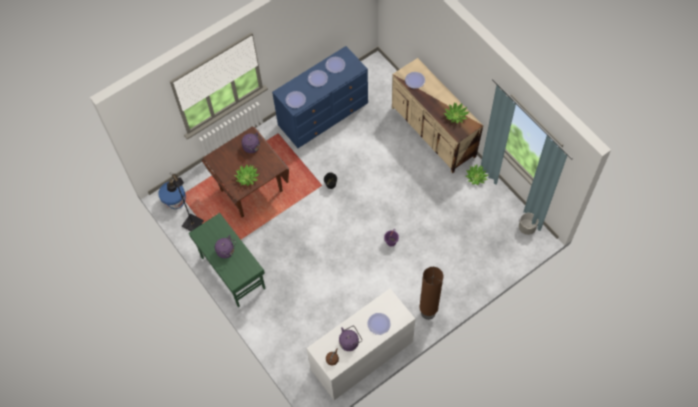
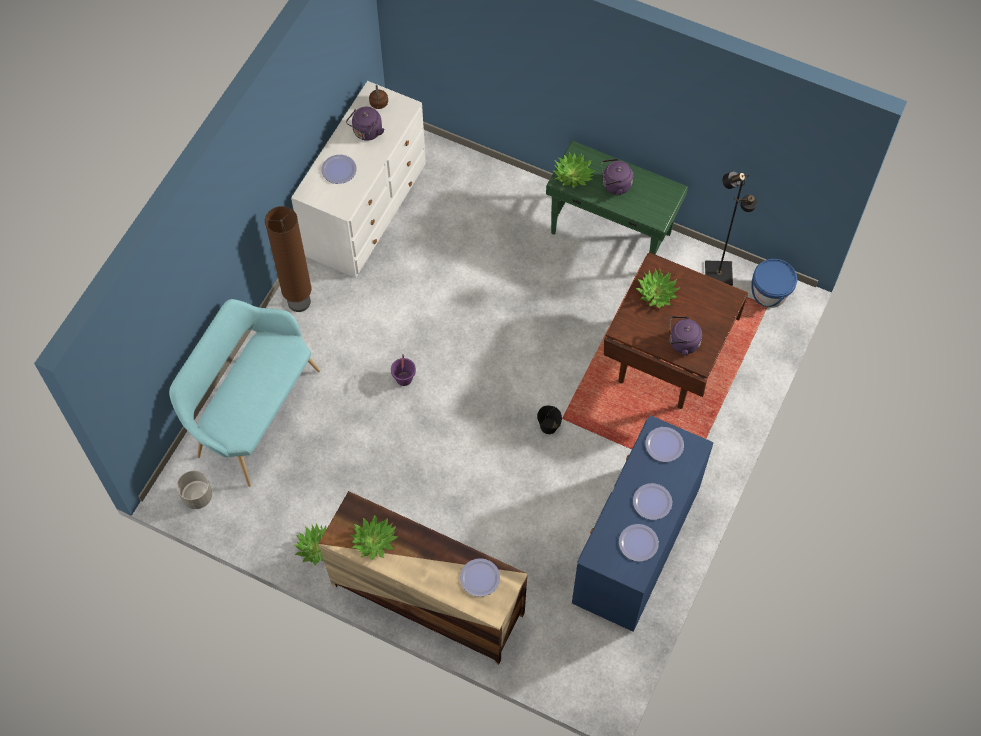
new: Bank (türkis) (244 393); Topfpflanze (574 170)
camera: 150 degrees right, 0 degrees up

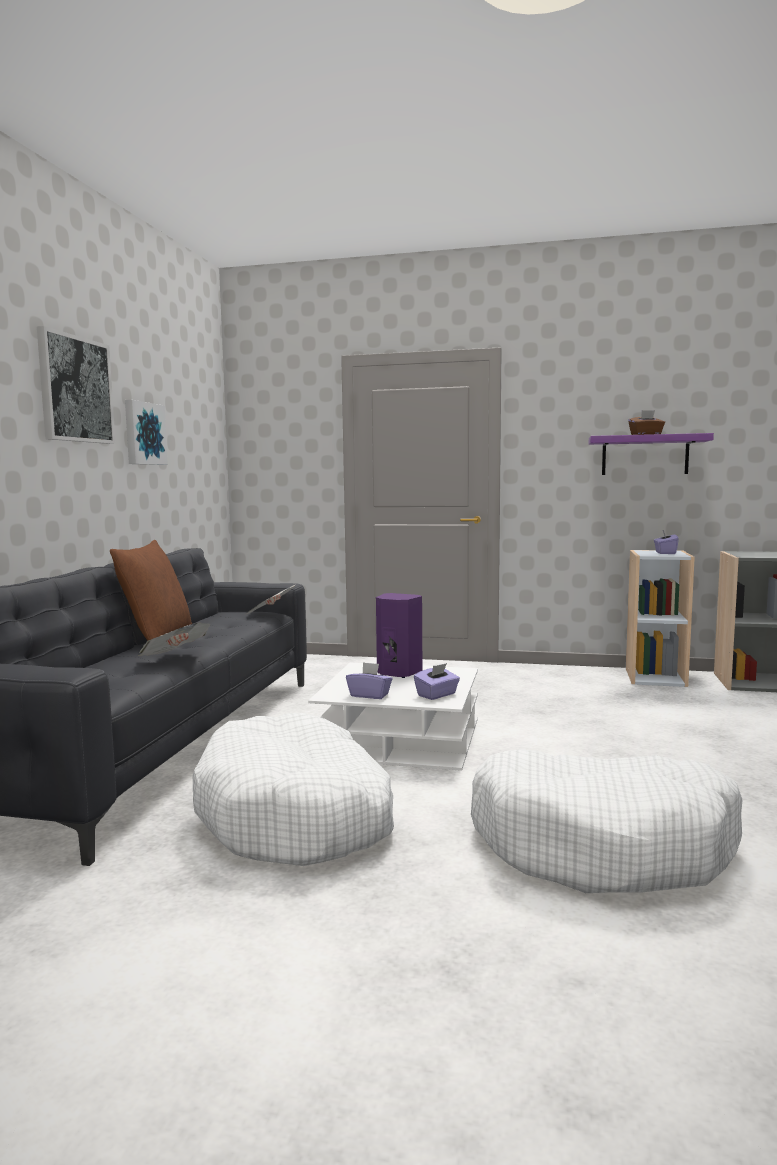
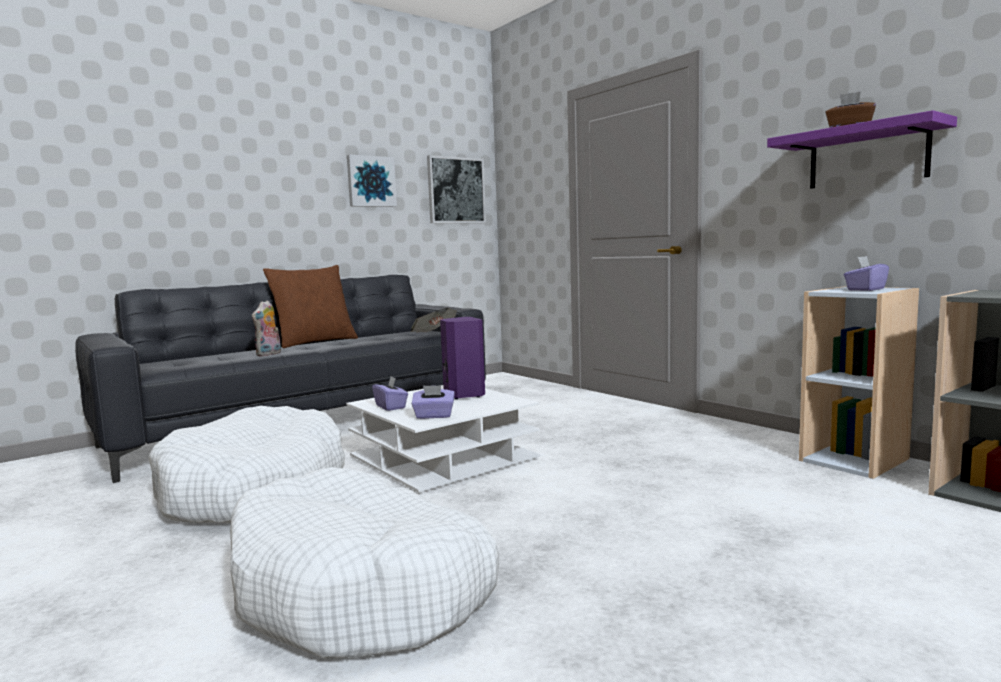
shifted: Bild (76 385) to (456 189)
swapped: Zeitung (174 639) to Plüschtier (266 328)
camera: 40 degrees right, 0 degrees up

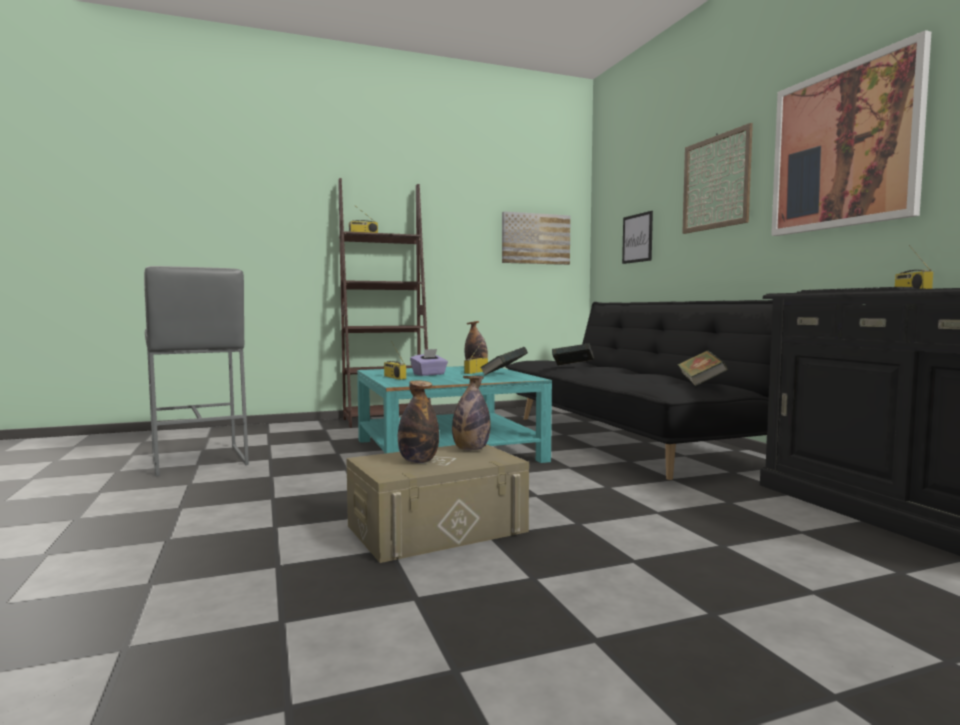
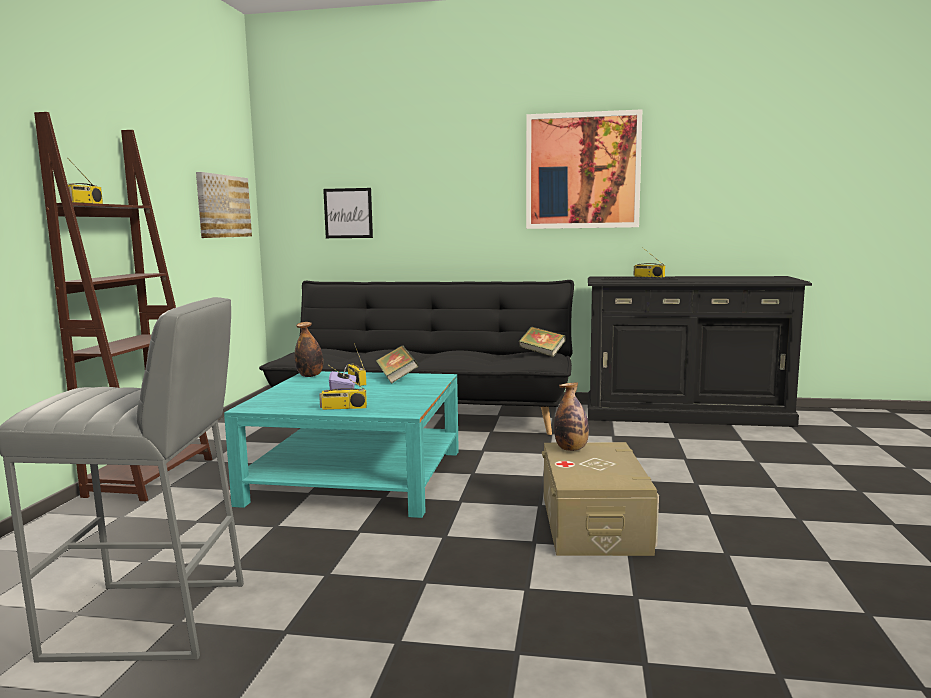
gone: Flasche (418 422); Buch (573 354); Bild (717 178)
camera: 60 degrees left, 5 degrees up

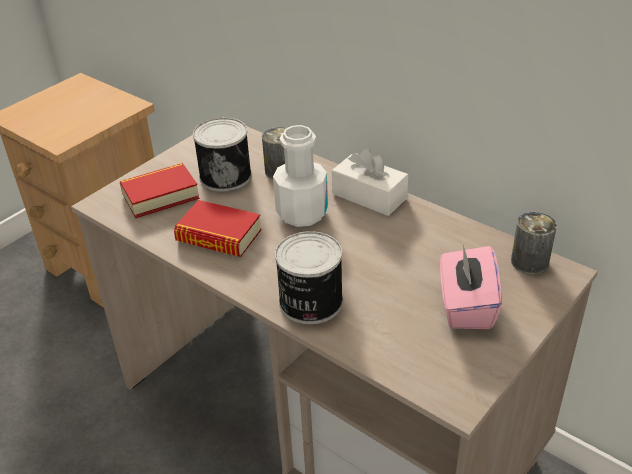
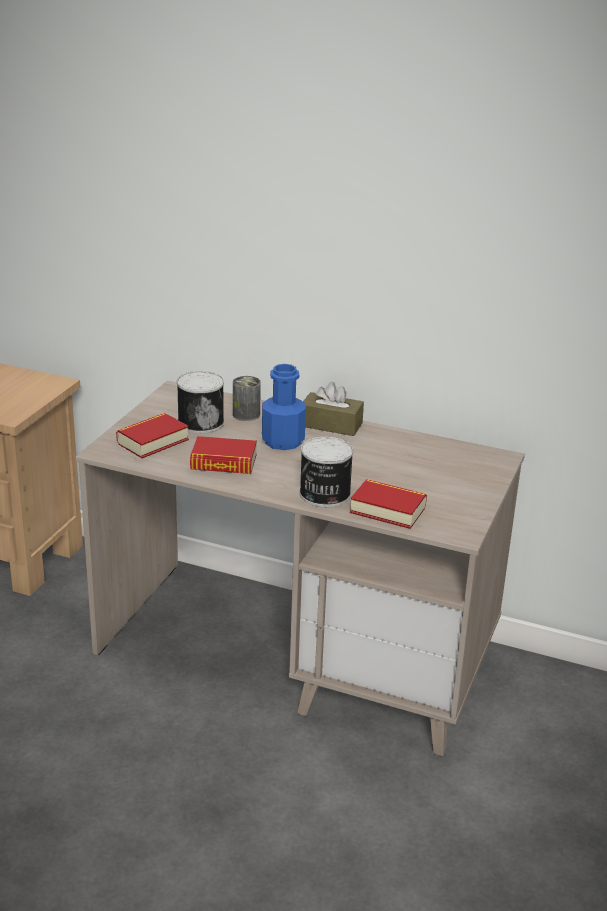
gone: Taschentuchbox (rosa) (471 287); Dose (534 243)
new: Buch (388 504)
repainted: Flasche (weiß) (300 176) to Flasche (blau) (284 407); Taschentuchbox (weiß) (370 182) to Taschentuchbox (braun) (333 409)
camera: 20 degrees left, 10 degrees down

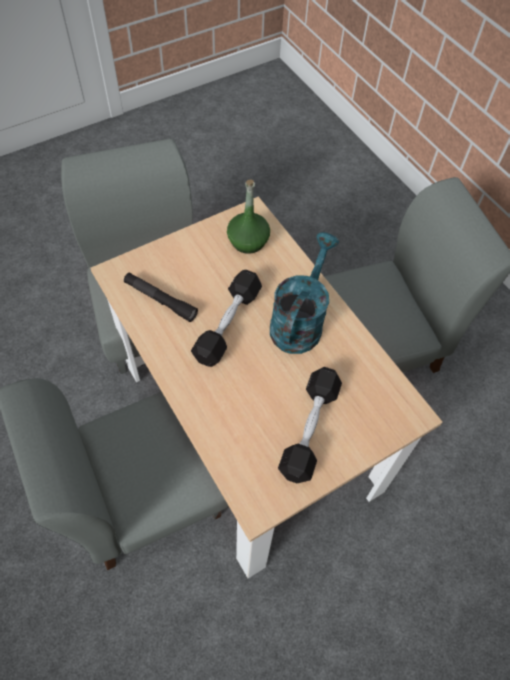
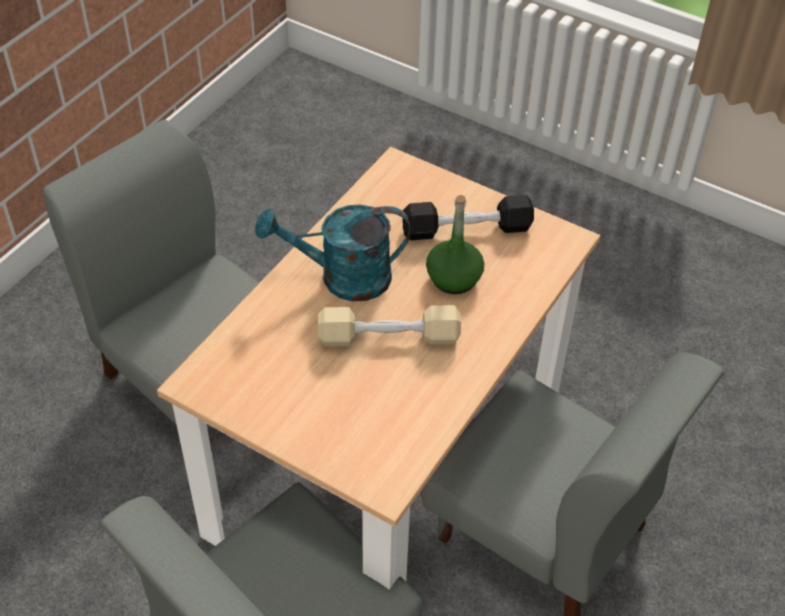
gone: Taschenlampe (schwarz) (161 297)
shifted: Flasche (grün) (248 217) to (455 244)
repainted: Hantel (schwarz) (226 318) to Hantel (beige) (389 325)
camera: 115 degrees left, 10 degrees down

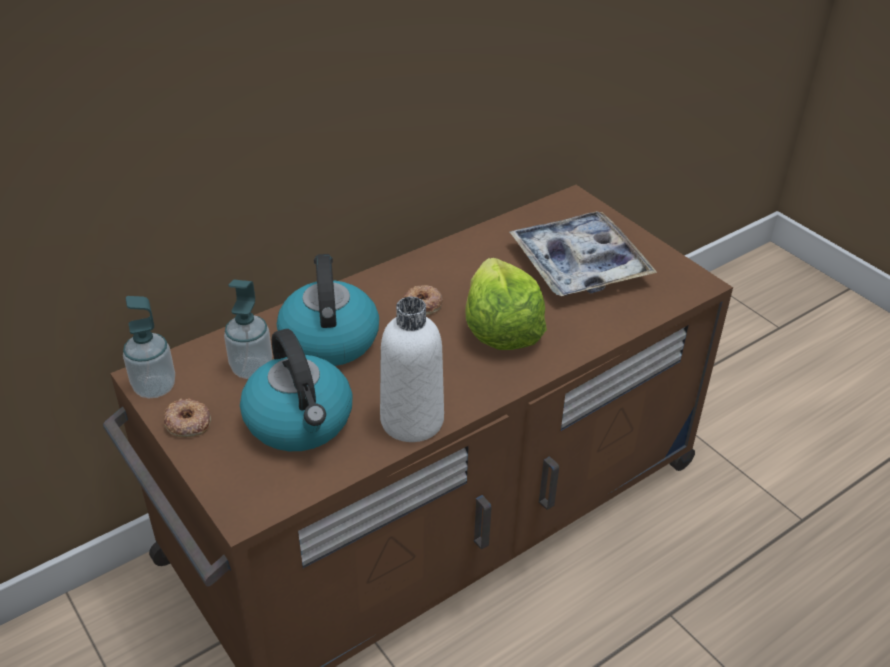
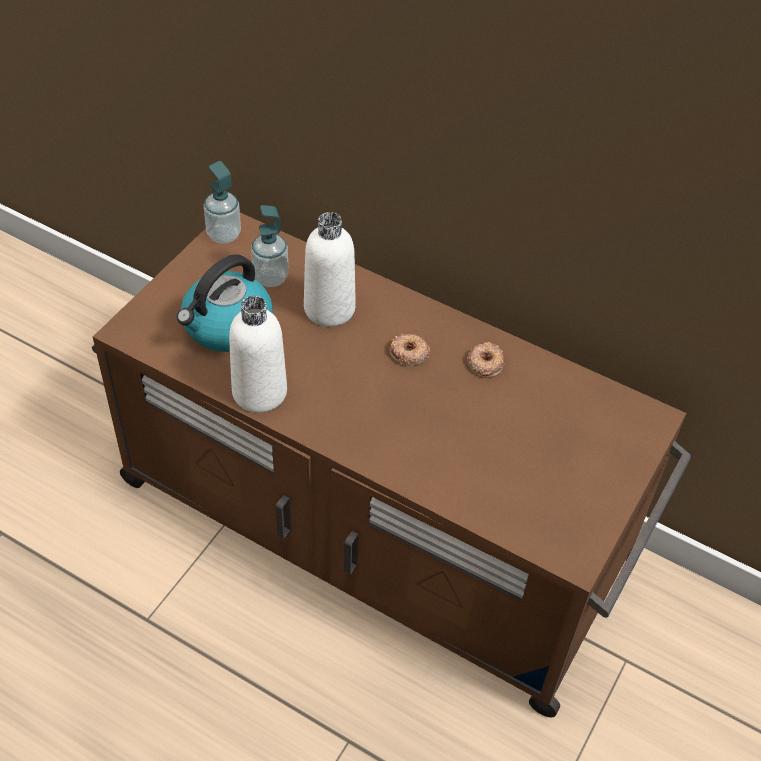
gone: Salatkopf (506 304); Tablett (583 253)
shifted: Donut (187 417) to (486 360)
swapped: Wasserkessel (328 310) to Flasche (weiß) (330 269)
camera: 65 degrees right, 10 degrees up

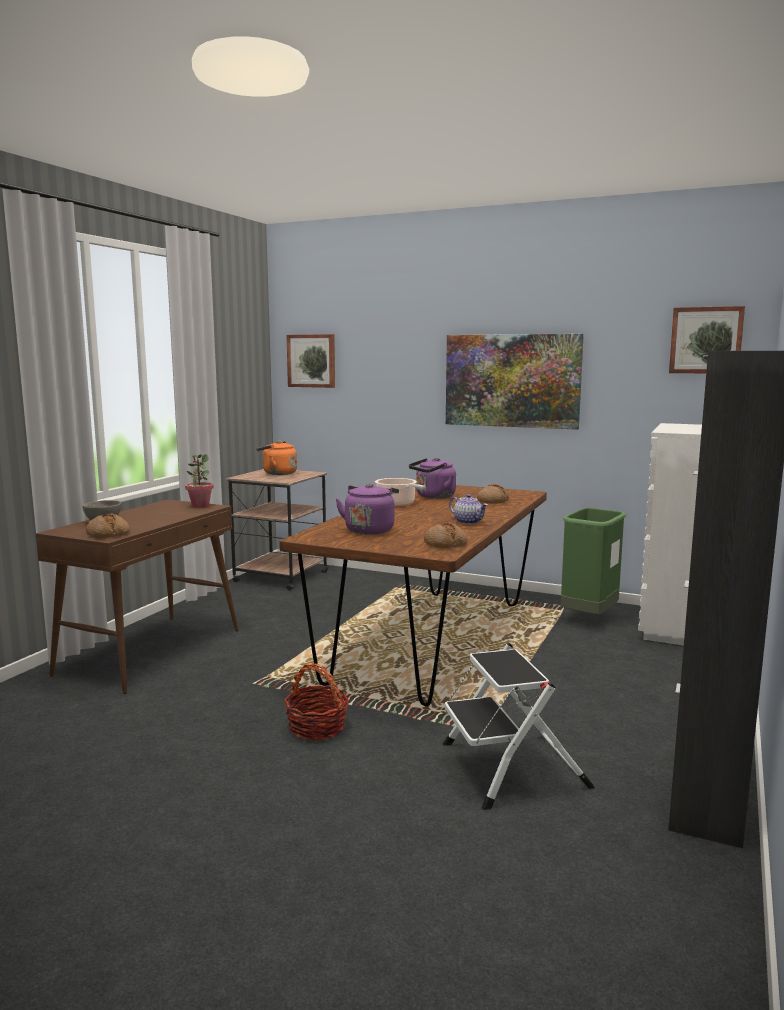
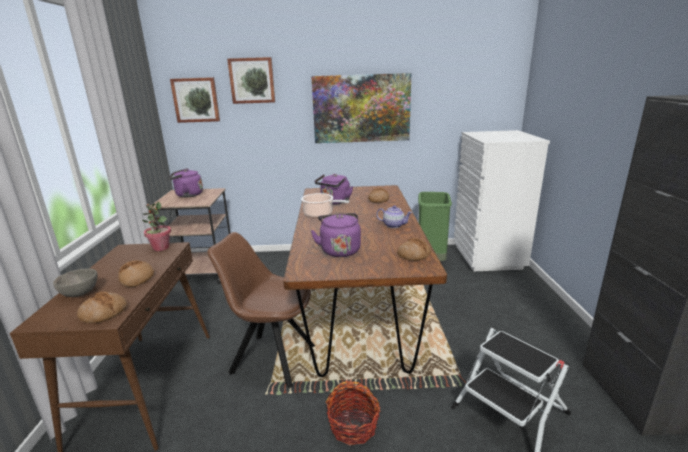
new: Brot (136 273); Stuhl (braun) (261 310)
shifted: Bild (707 339) to (251 80)
repainted: Wasserkessel (orange) (276 458) to Wasserkessel (lila) (185 182)
camera: 25 degrees left, 10 degrees up

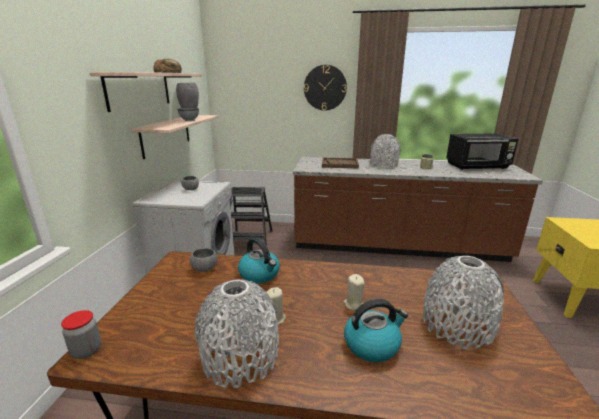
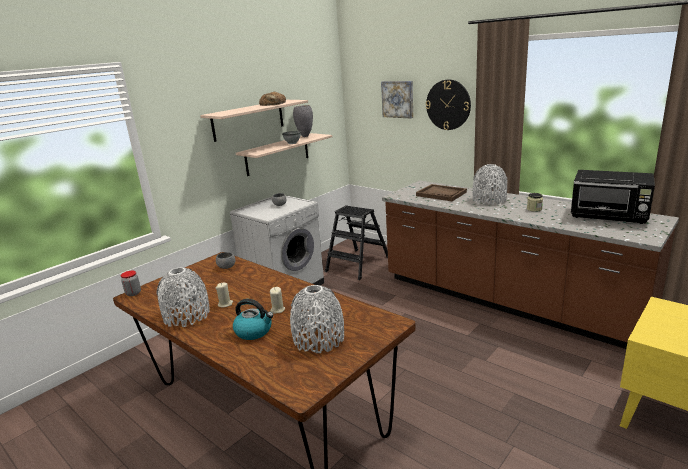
gone: Wasserkessel (259 261)
new: Bild (397 99)
camera: 35 degrees right, 0 degrees up

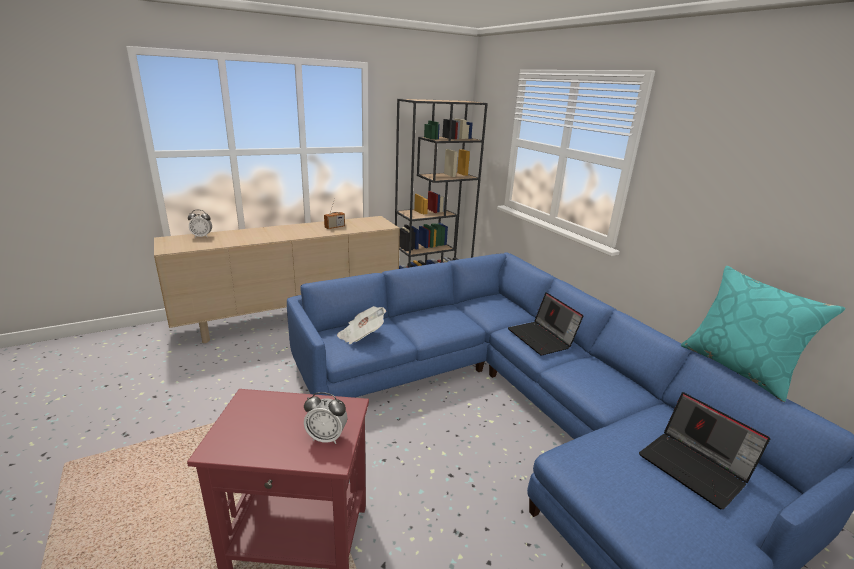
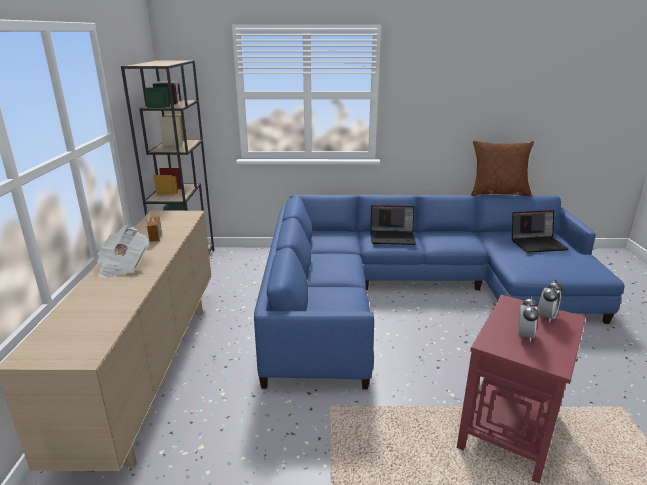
shifted: Wecker (200 224) to (528 319); Zeitung (361 325) to (122 253)
repainted: Kissen (türkis) (763 334) to Kissen (braun) (502 169)
camera: 60 degrees left, 0 degrees up

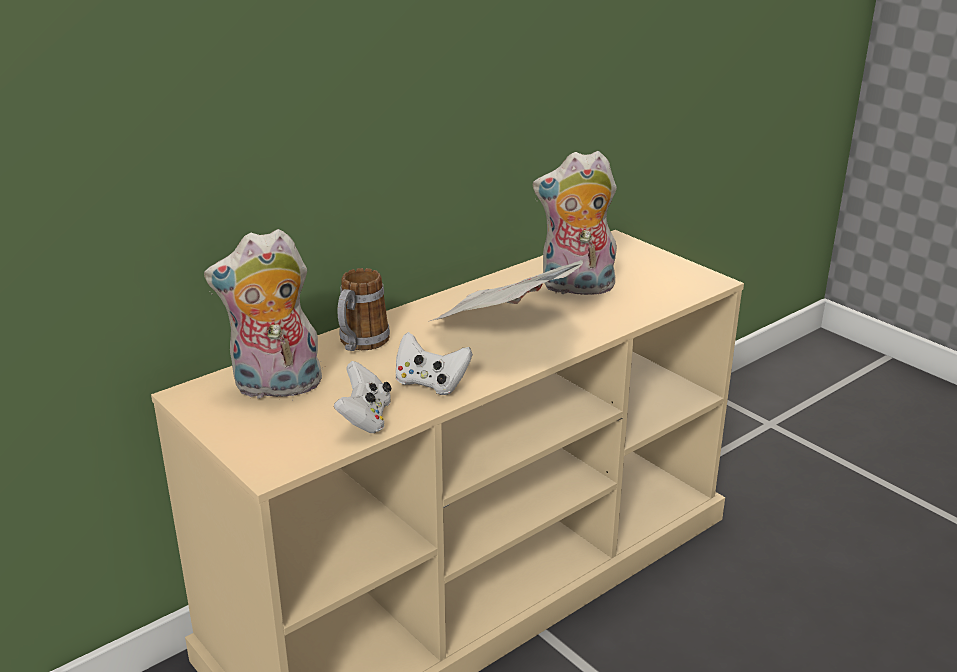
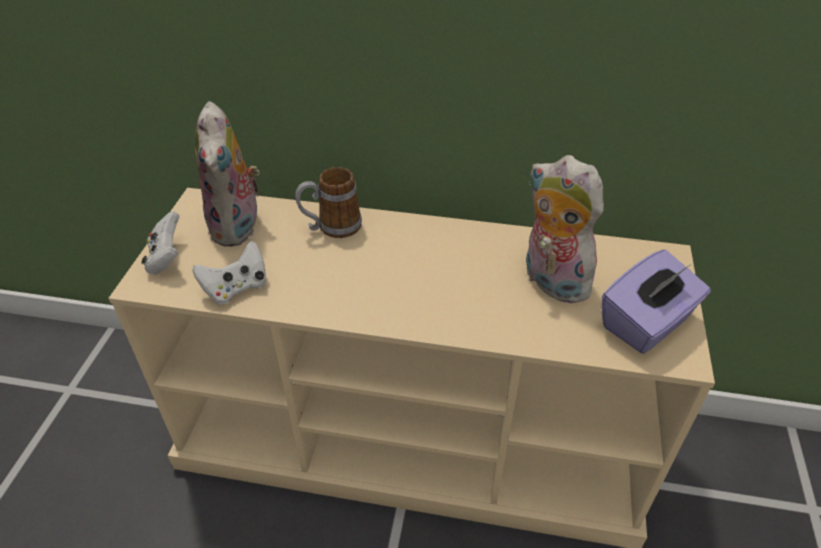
gone: Zeitung (509 289)
new: Taschentuchbox (lila) (656 302)
shifted: Gamepad (weiß) (434 363) to (161 242)
rotated: Plüschtier (263 314) = (227 174) 135 degrees counterclockwise
camera: 50 degrees right, 15 degrees up

